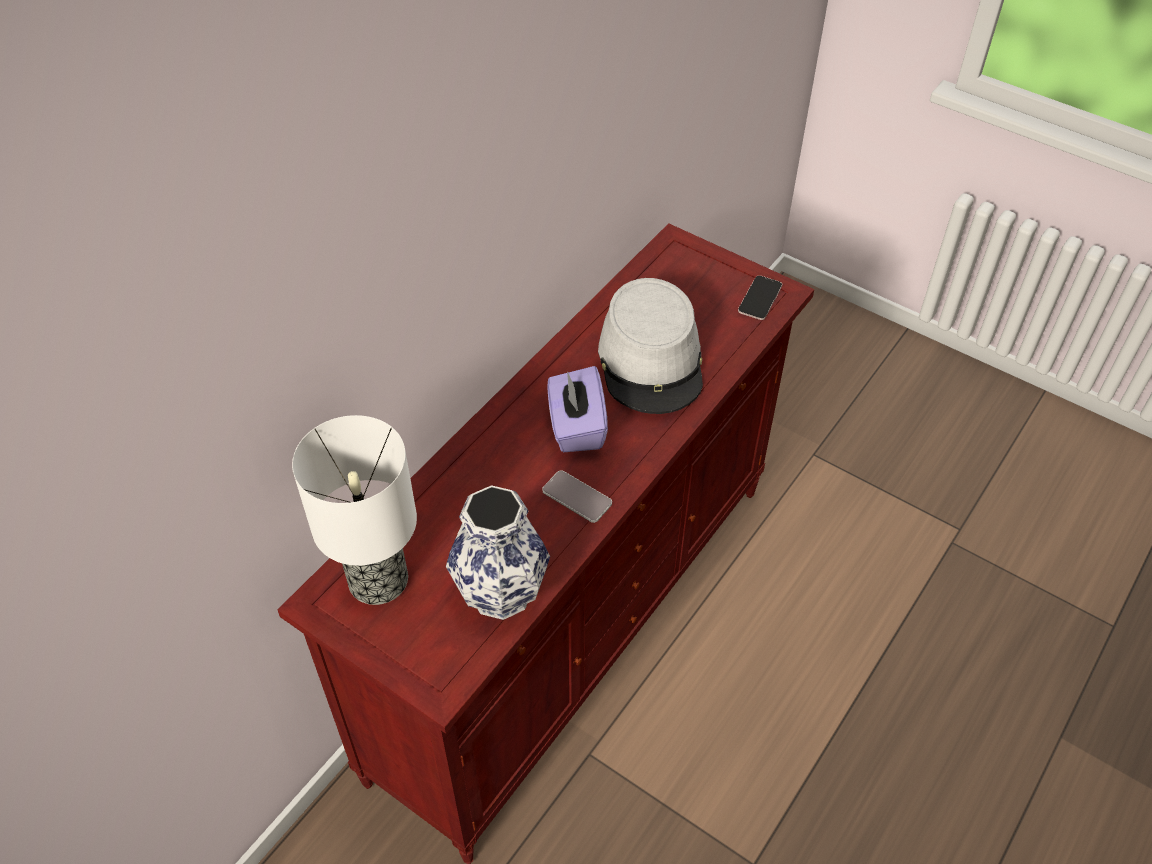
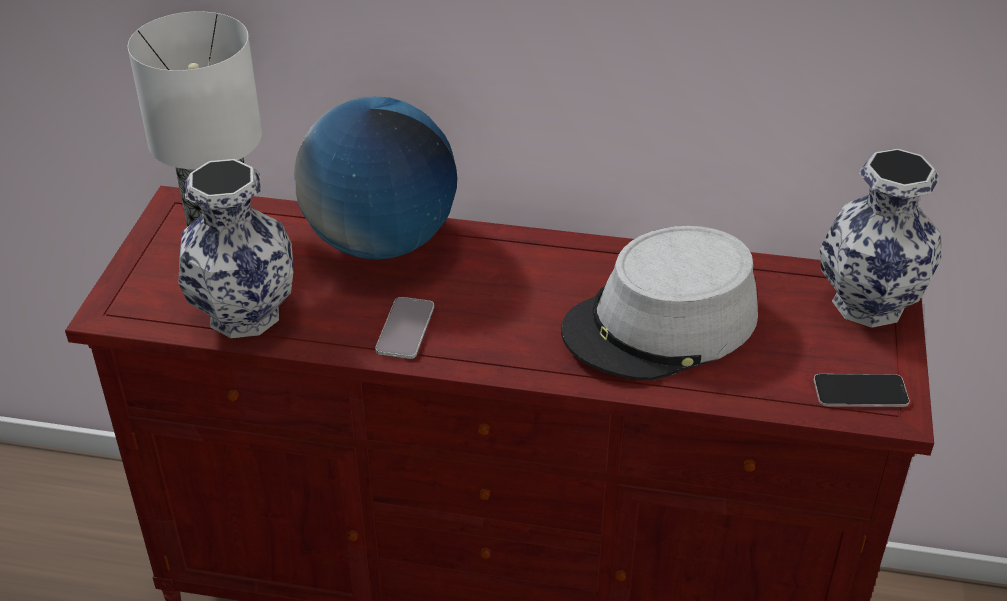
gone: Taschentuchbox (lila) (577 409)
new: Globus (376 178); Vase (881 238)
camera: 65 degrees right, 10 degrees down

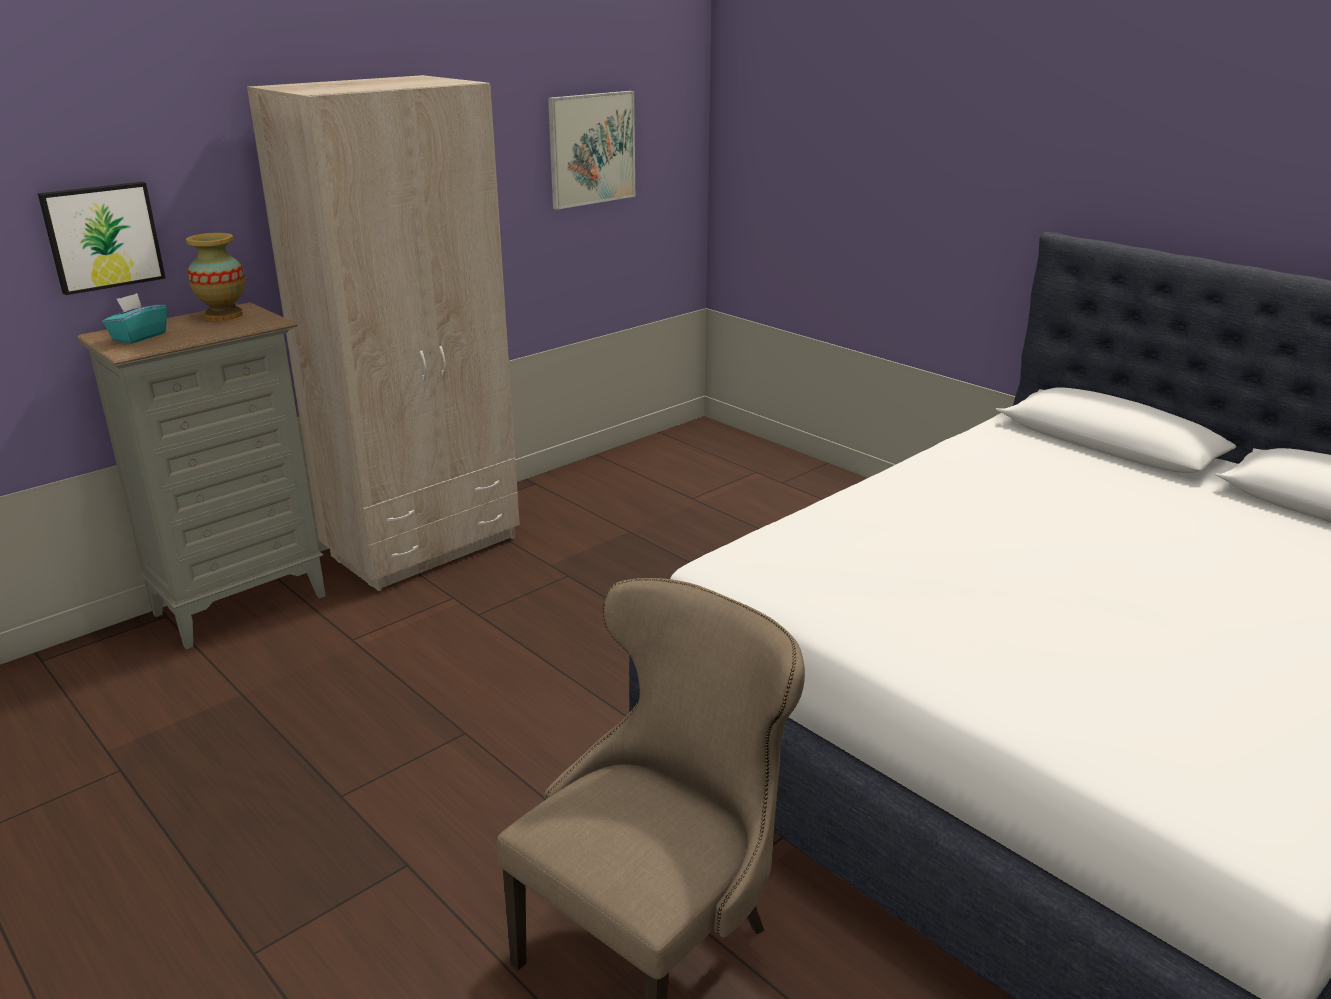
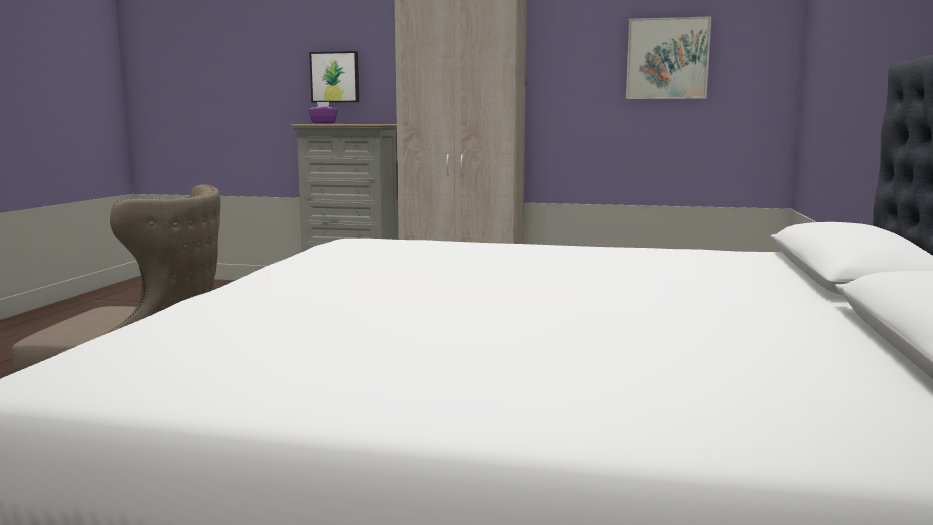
gone: Vase (215 277)
repainted: Taschentuchbox (türkis) (134 318) to Taschentuchbox (lila) (323 113)
camera: 55 degrees right, 15 degrees down

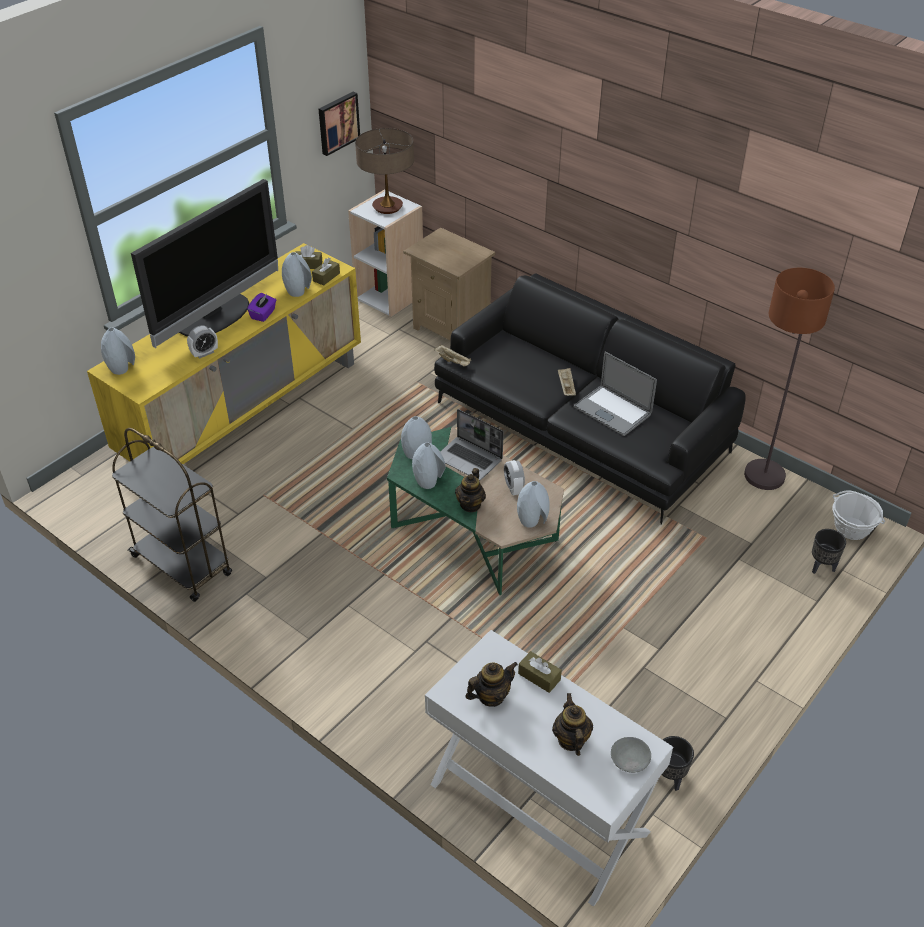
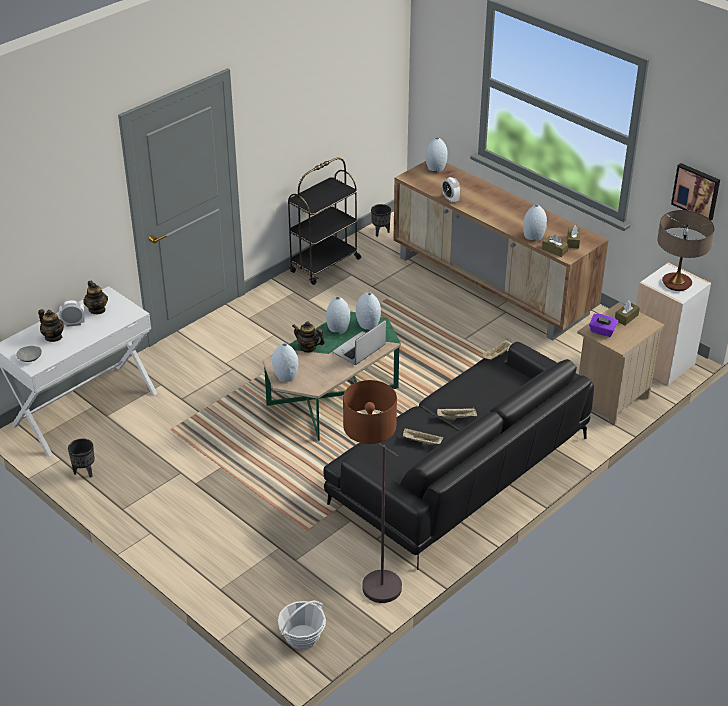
gone: Fernseher (204 263)
shifted: Taschentuchbox (lila) (261 307) to (603 325); Wecker (514 477) to (72 313); Taschentuchbox (braun) (540 672) to (627 313); Pflanzkübel (schwarz) (829 551) to (381 220)
swapped: Laptop (615 394) to Tablett (beige) (423 436)
repainted: Fernsehschrank (gelb) (224 353) to Fernsehschrank (braun) (501 251)
rotated: Teekanne (572 724) = (51 325) 45 degrees clockwise
camera: 95 degrees right, 5 degrees down

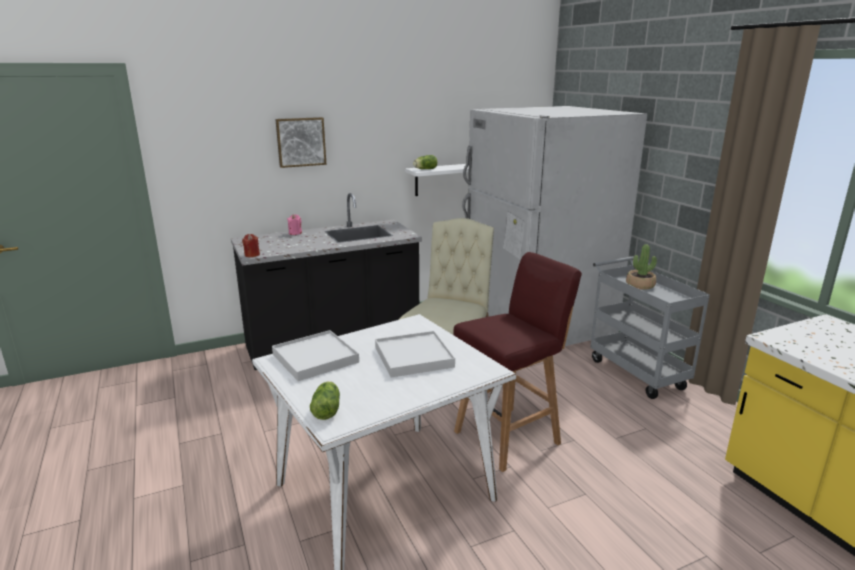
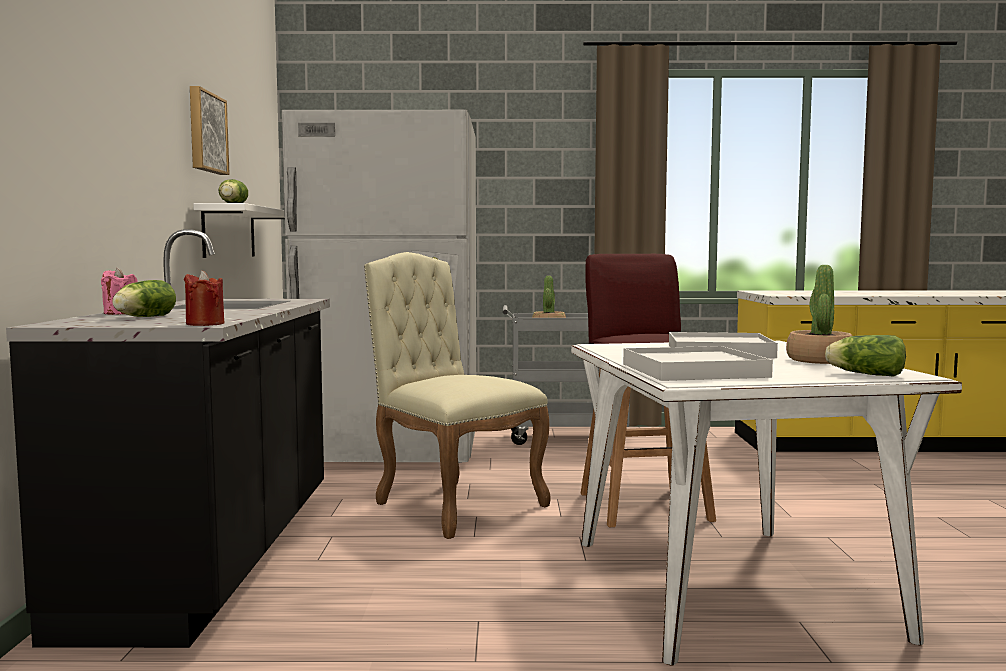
new: Salatkopf (144 298); Topfpflanze (819 314)
shifted: Bild (300 142) to (210 130)
camera: 65 degrees left, 15 degrees down

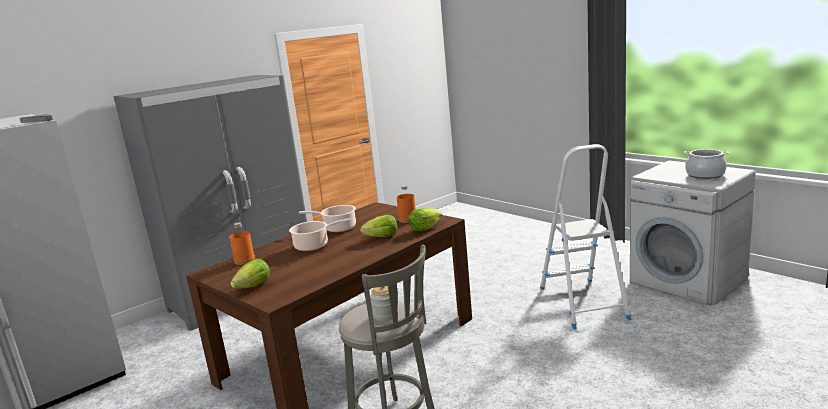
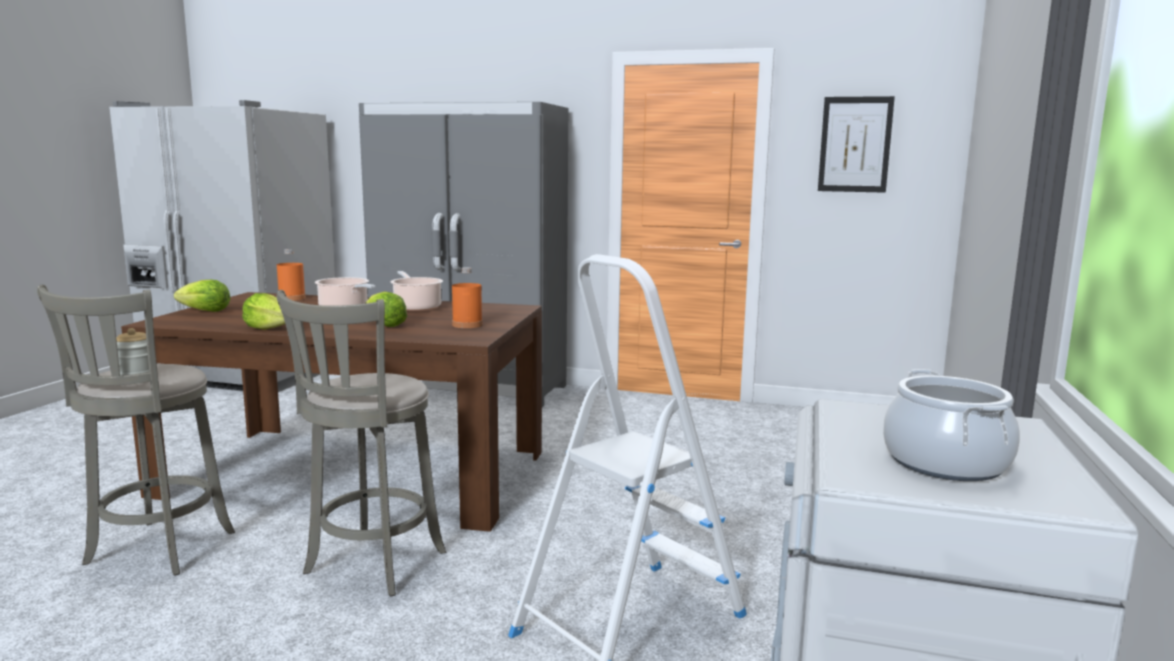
new: Hocker (grau) (361 443); Bild (856 144)
shifted: Salatkopf (425 219) to (263 311)
camera: 55 degrees right, 5 degrees down

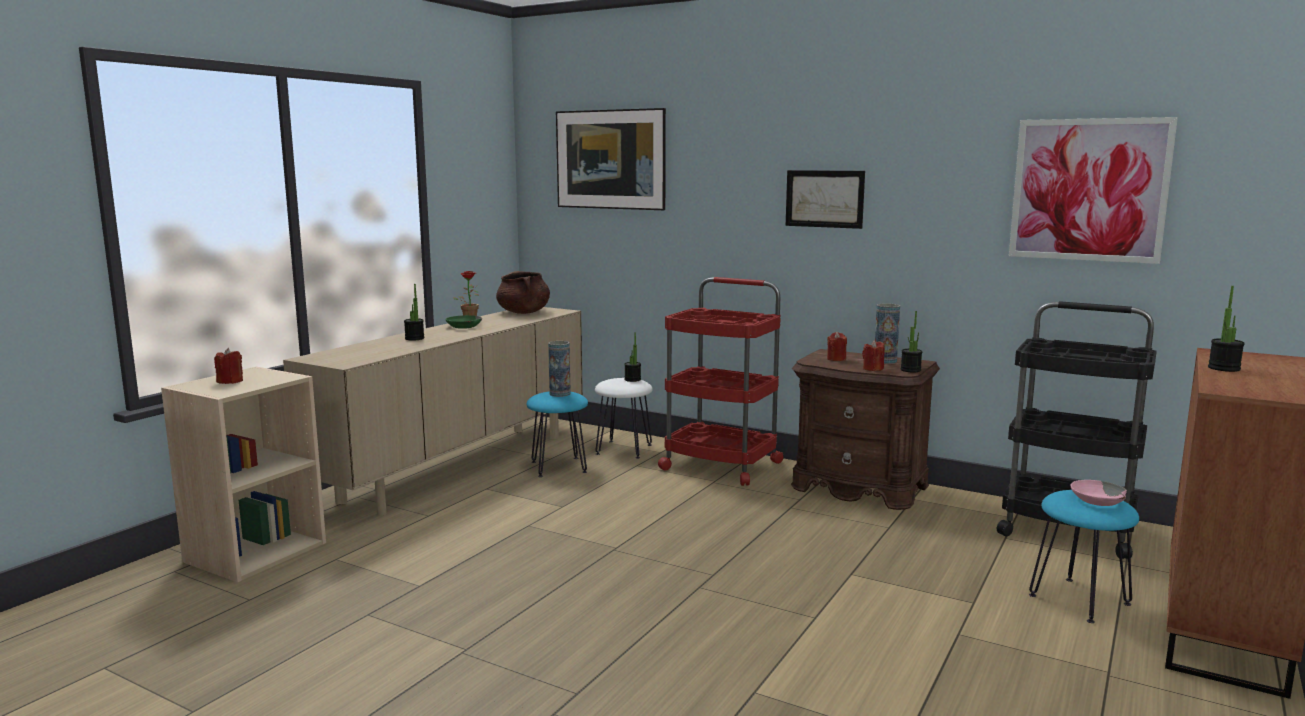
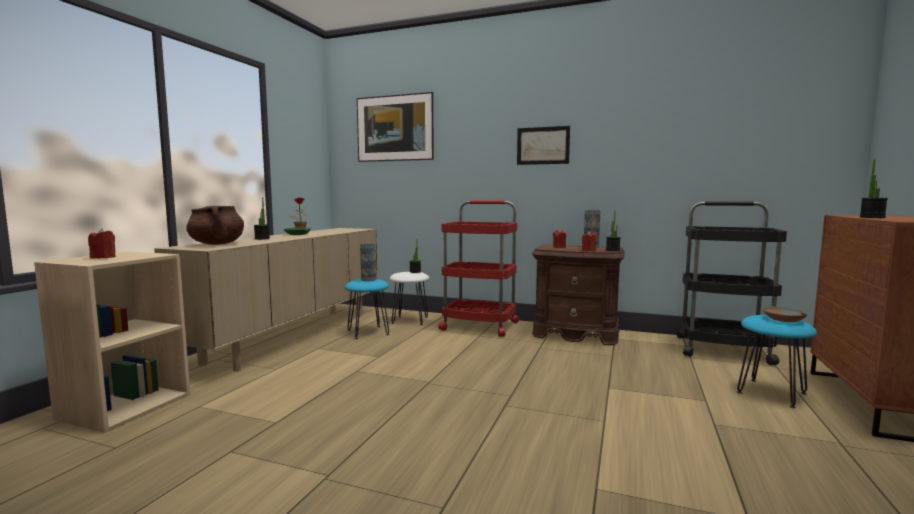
gone: Bild (1093 190)
shifted: Kochtopf (braun) (523 292) to (215 225)
repainted: Schüssel (rosa) (1098 493) to Schüssel (braun) (784 314)
camera: 10 degrees left, 5 degrees down

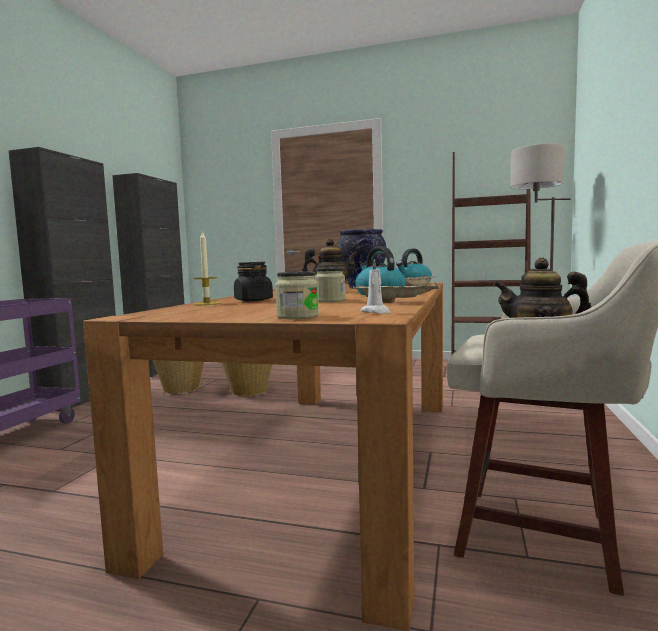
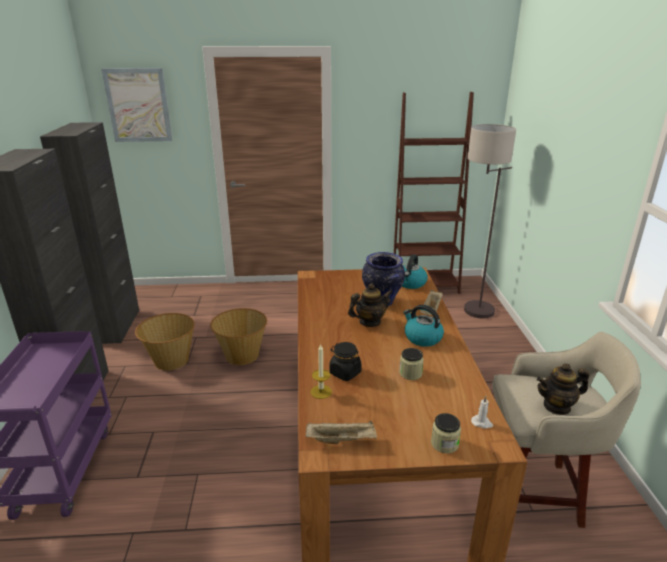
new: Bild (137 105)
shifted: Tablett (beige) (396 292) to (341 432)
camera: 20 degrees left, 20 degrees up

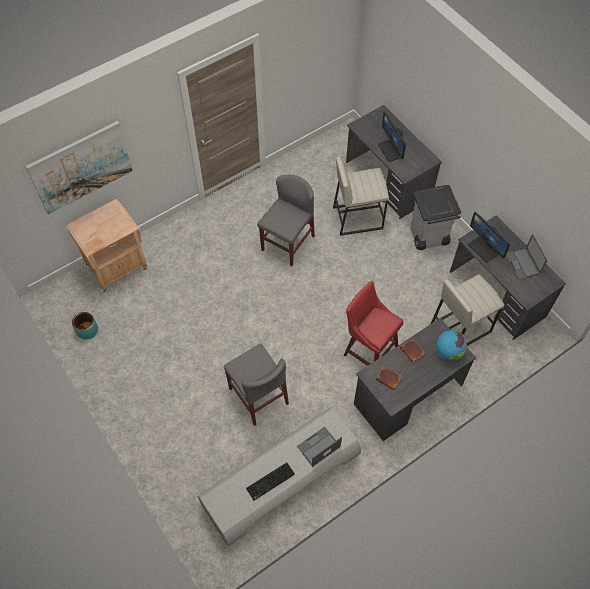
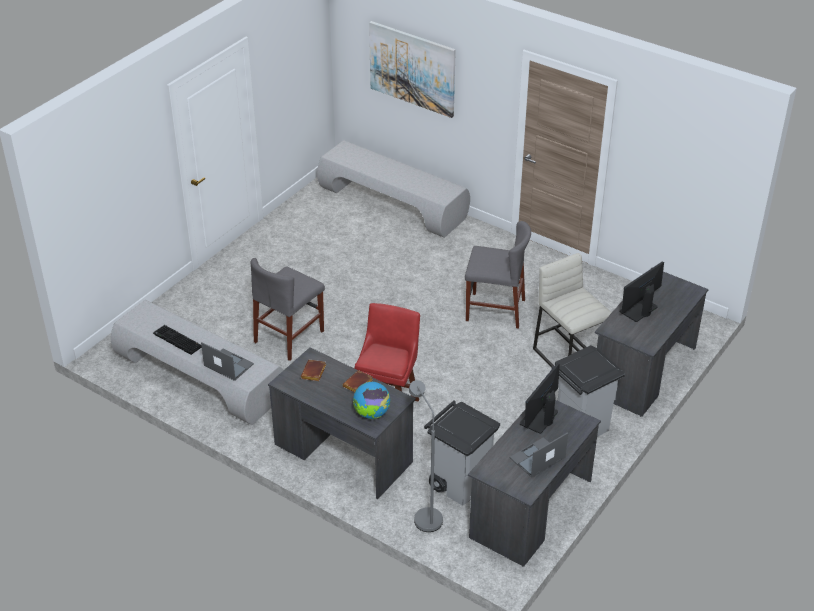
gone: Pflanzkübel (türkis) (85 325)
new: Stehlampe (grau) (426 456)
swapped: Rollwagen (braun) (106 246) to Bank (grau) (393 189); Hocker (beige) (467 310) to Mülleimer (grau) (462 453)
camera: 70 degrees right, 20 degrees down

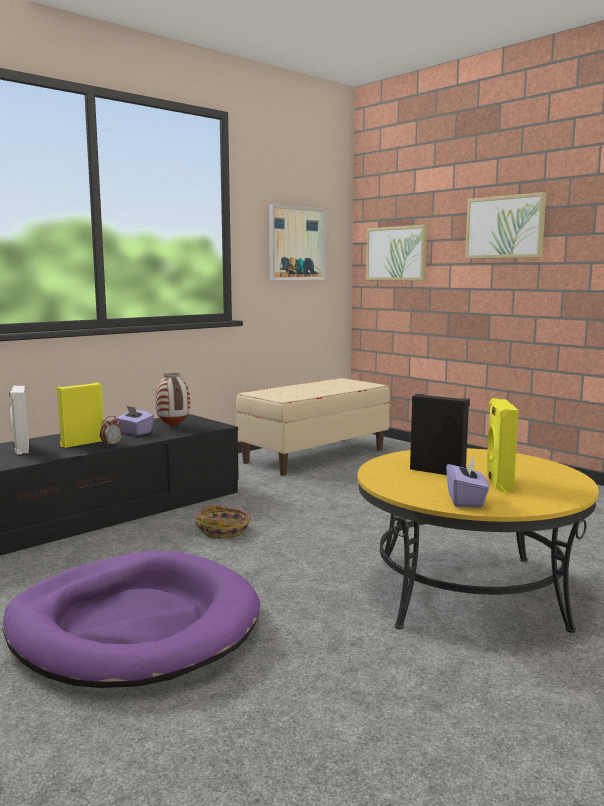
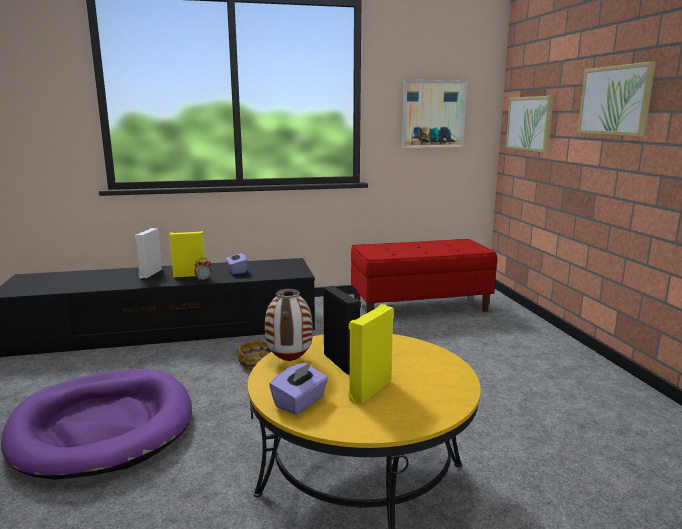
shifted: Vase (172 400) to (289 325)
repainted: Bank (beige) (313 427) to Bank (rot) (424 276)
camera: 30 degrees right, 5 degrees up

